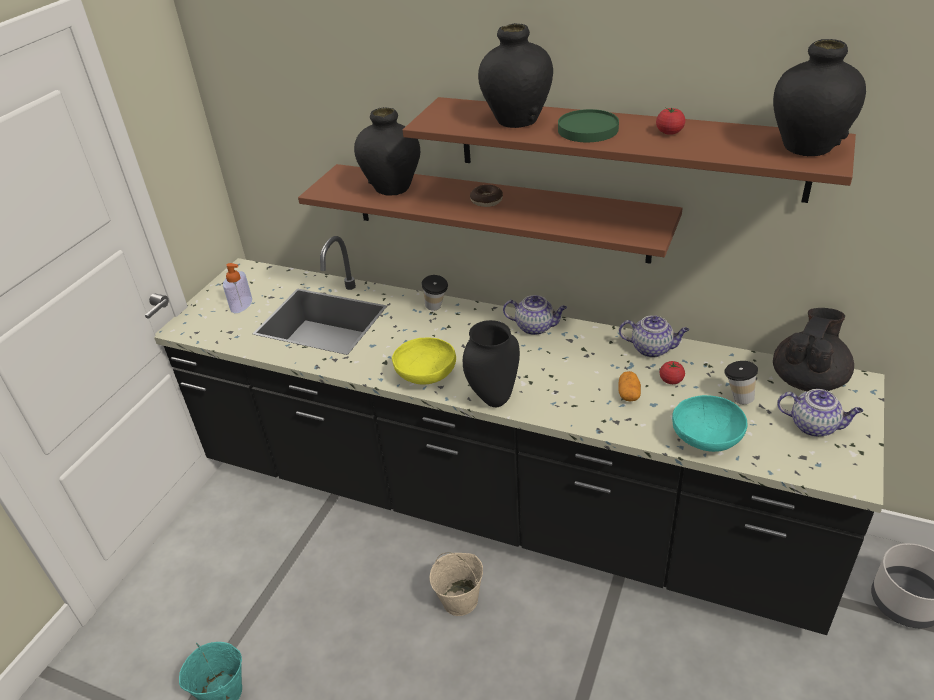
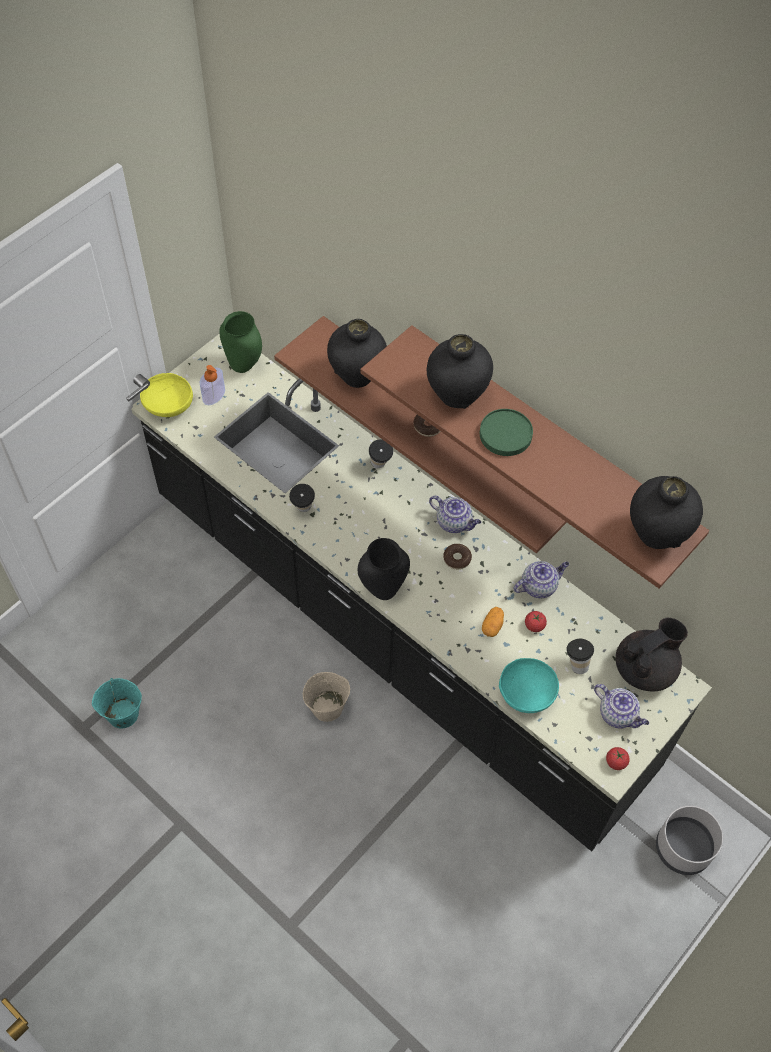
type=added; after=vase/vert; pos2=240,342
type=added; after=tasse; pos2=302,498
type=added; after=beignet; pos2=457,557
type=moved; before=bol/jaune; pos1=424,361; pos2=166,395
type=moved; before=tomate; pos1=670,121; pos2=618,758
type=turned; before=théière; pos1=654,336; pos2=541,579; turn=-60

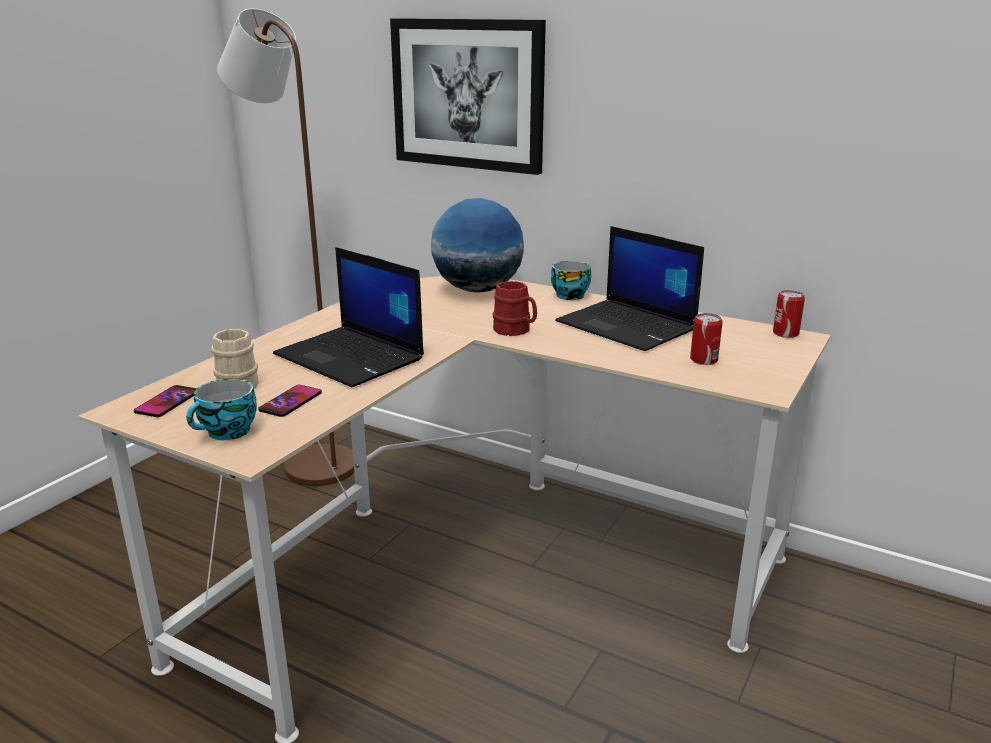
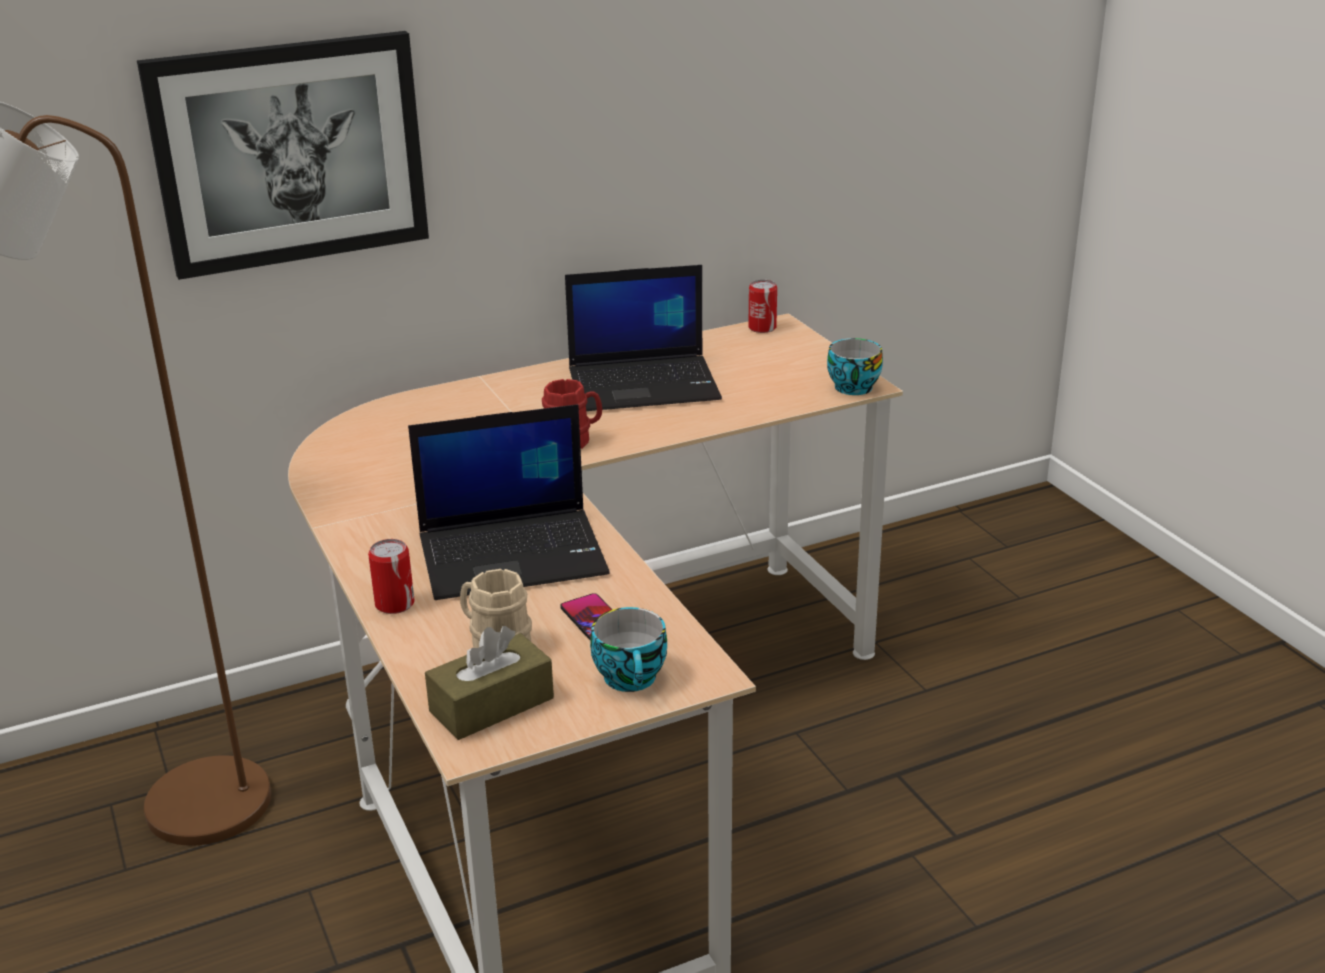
type=removed; before=globe; pos1=477,245
type=moved; before=tasse; pos1=571,280; pos2=855,366
type=moved; before=boîte métallique; pos1=706,339; pos2=391,576
type=replaced; before=téléphone; after=boîte à mouchoirs/marron; pos1=165,401; pos2=489,683

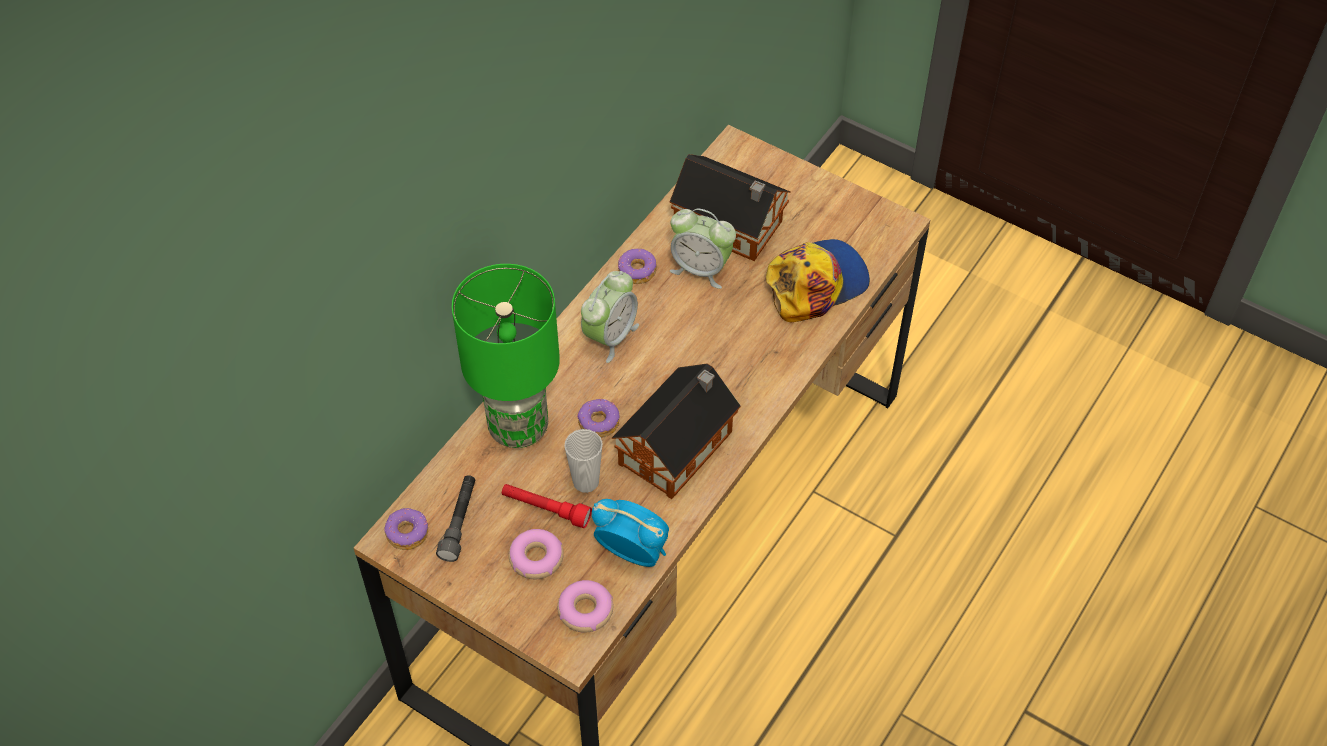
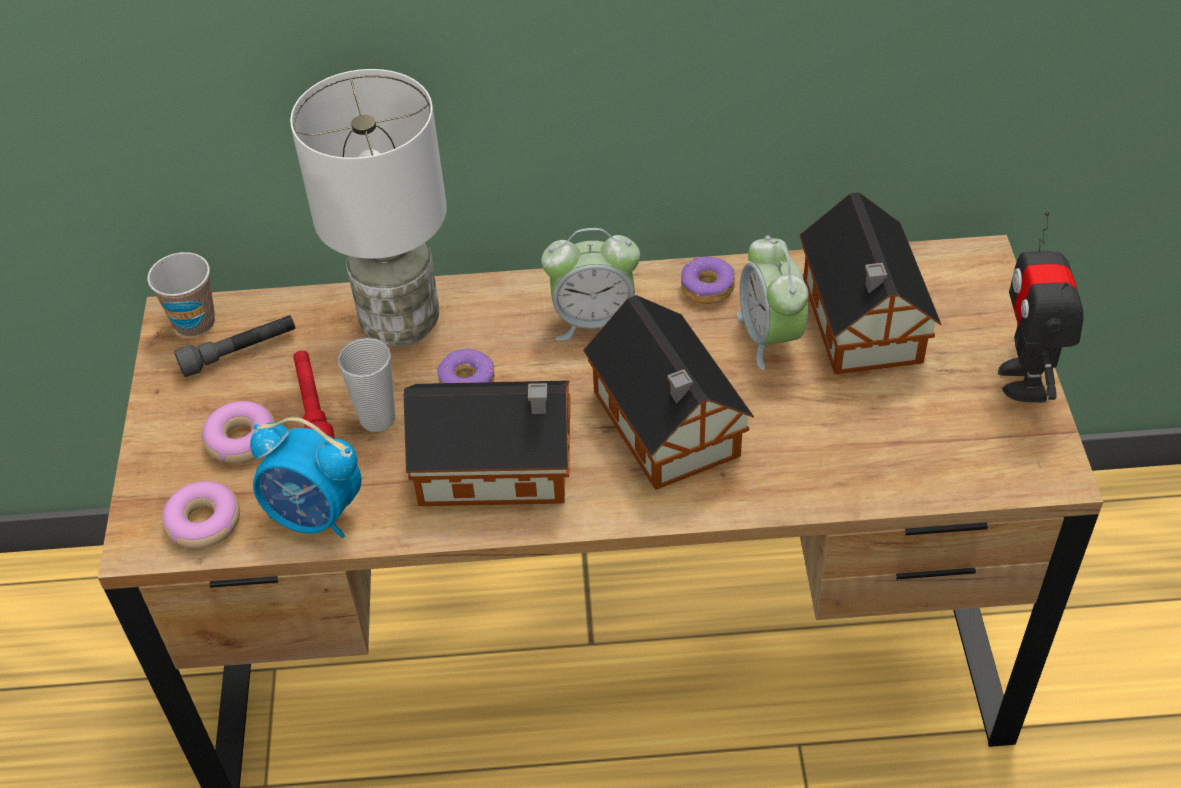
type=removed; before=casquette; pos1=818,280
type=added; after=maison miniature; pos2=668,392
type=added; after=robot jouet; pos2=1041,307
type=replaced; before=beignet; after=tasse; pos1=406,529; pos2=181,294
type=recoloured; before=lampe de table/vert; after=lampe de table/blanc; pos1=506,356; pos2=368,208
type=turned; before=réveil; pos1=630,533; pos2=305,477; turn=120

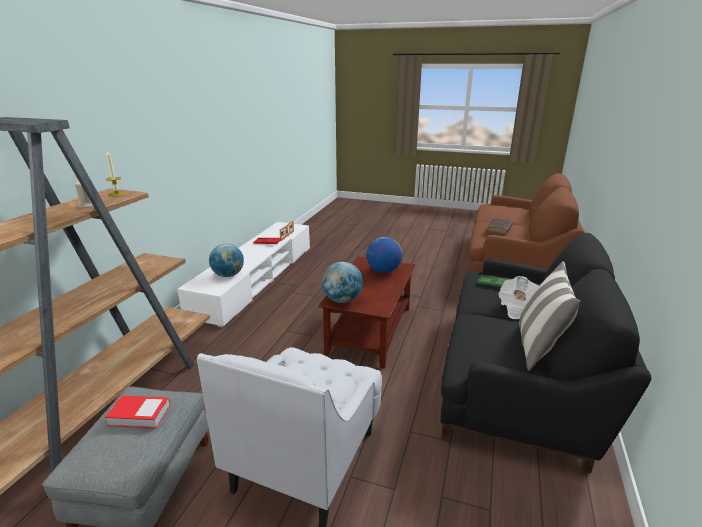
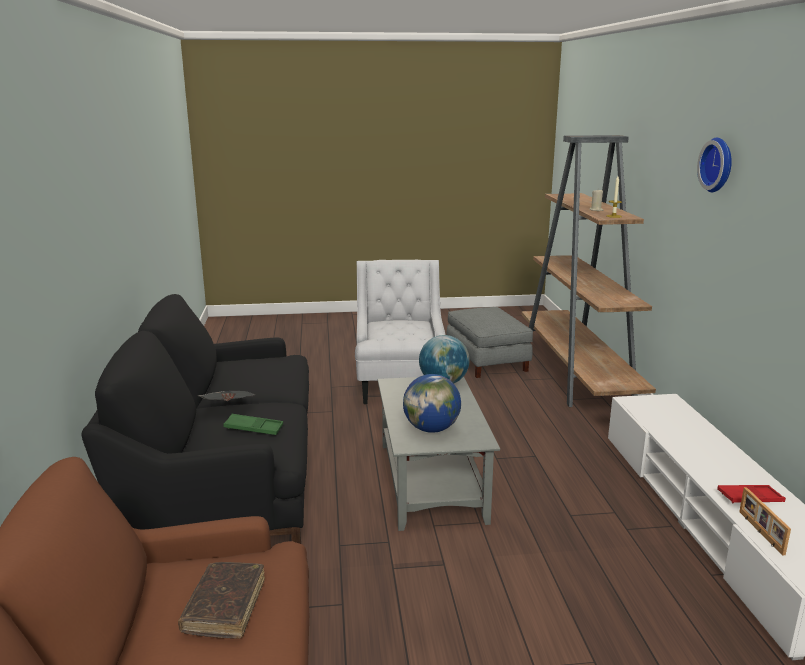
type=removed; before=livre; pos1=137,412
type=removed; before=globe; pos1=226,260
type=removed; before=coussin; pos1=549,316
type=added; after=horloge murale; pos2=714,165
type=recoloured; before=table basse/marron; after=table basse/gris; pos1=366,312; pos2=439,454

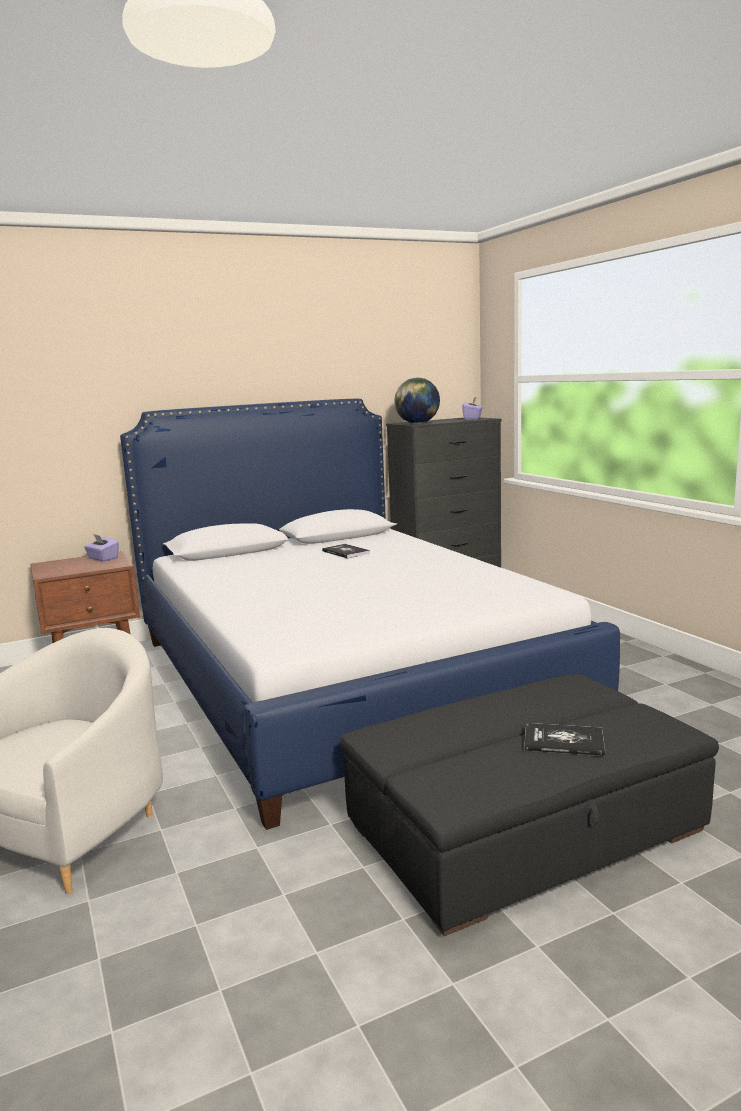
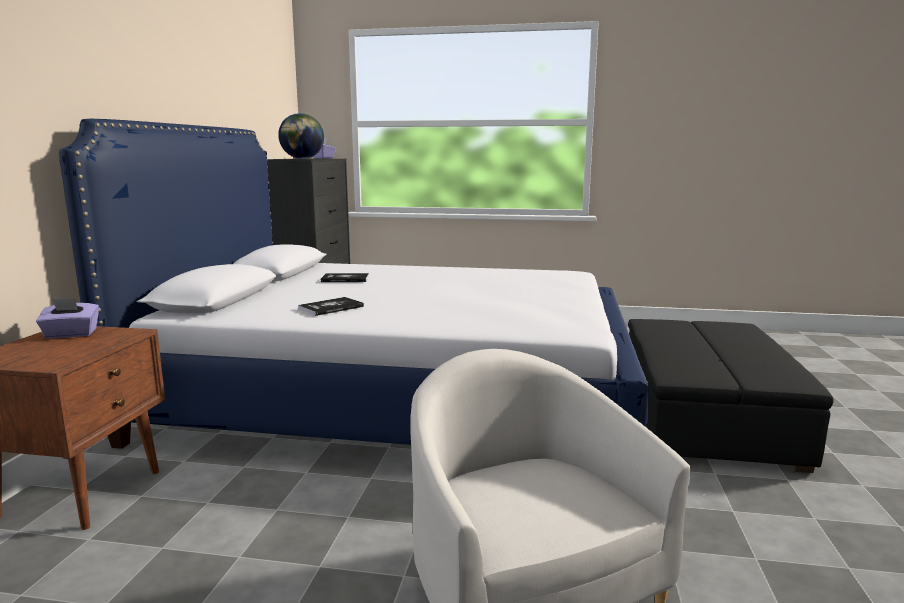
type=moved; before=livre; pos1=565,739; pos2=331,306

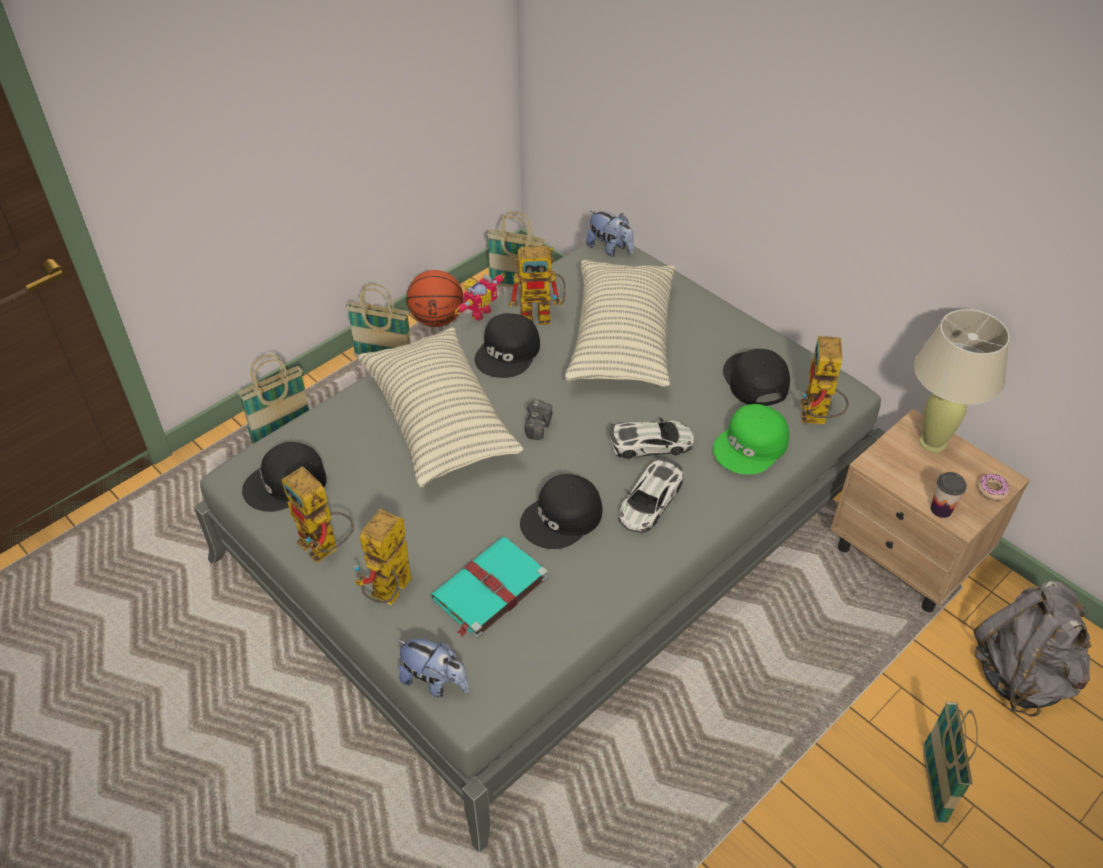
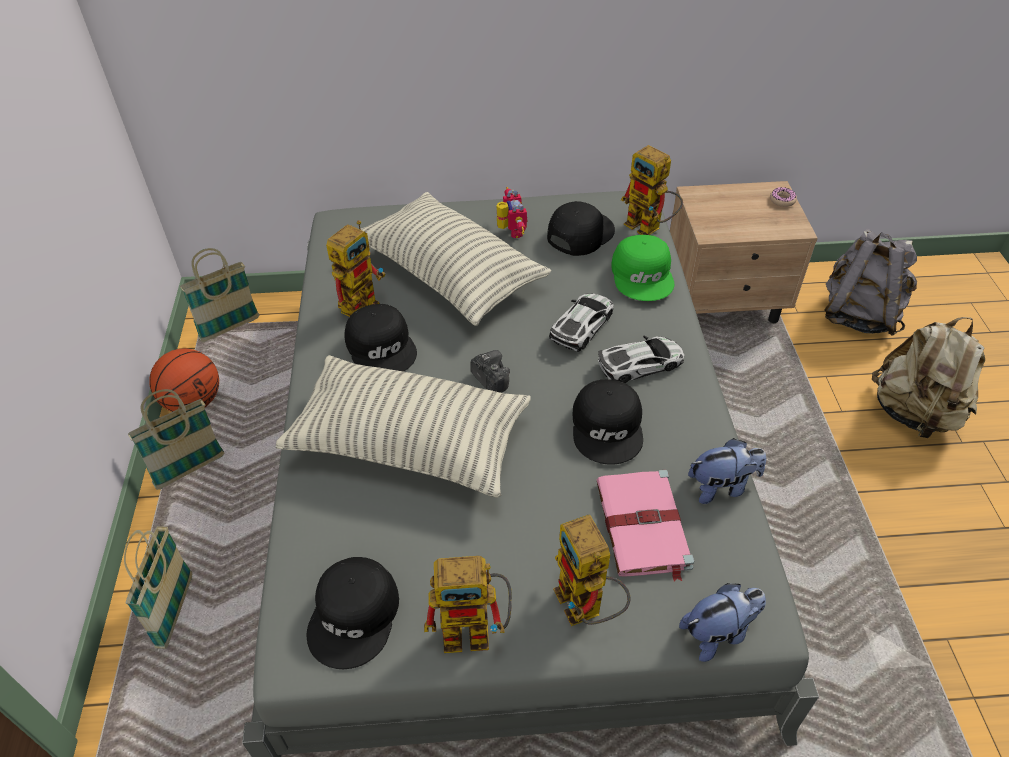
type=removed; before=lampe de table/beige; pos1=962,381
type=removed; before=tasse; pos1=949,495
type=moved; before=robot jouet; pos1=480,297; pos2=512,212
type=moved; before=peluche; pos1=610,233; pos2=727,471
type=replaced; before=panier; after=sac à dos/beige; pos1=950,762; pos2=928,377
type=recoloured; before=livre/turquoise; after=livre/rose; pos1=489,587; pos2=645,526
type=turned; before=petite voiture; pos1=651,495; pos2=641,359; turn=-90
type=turned; before=casquette/noir; pos1=756,377; pos2=581,228; turn=105

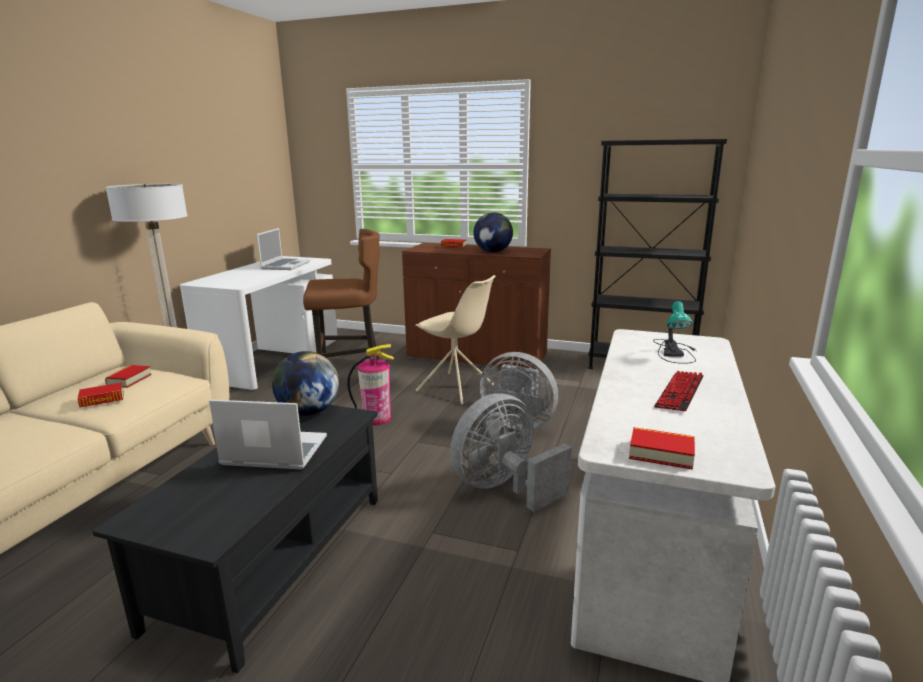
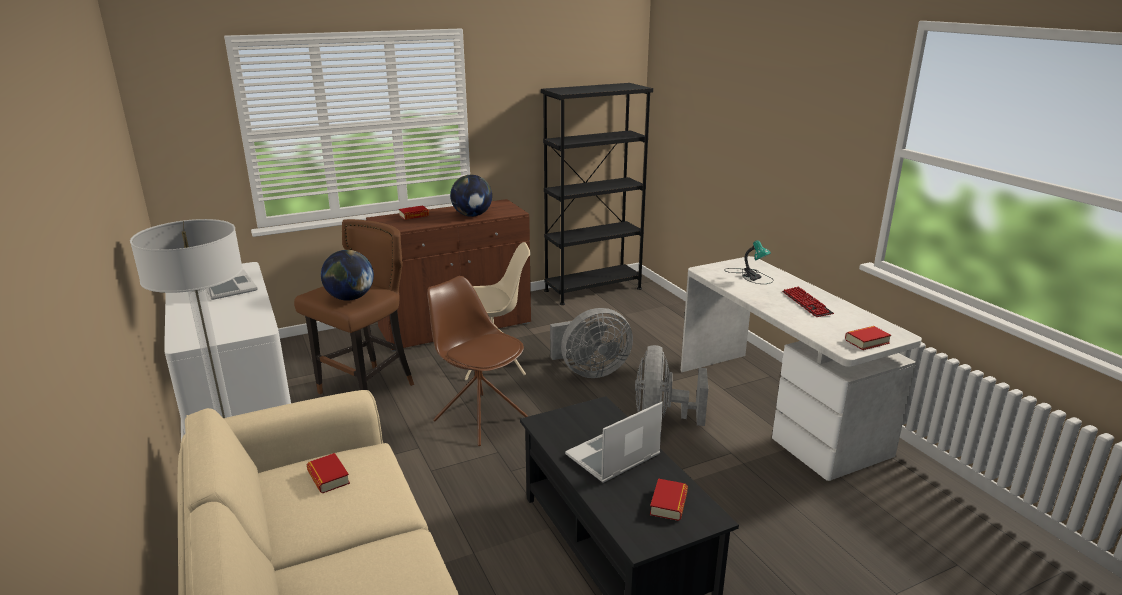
type=moved; before=livre; pos1=101,395; pos2=669,499
type=moved; before=globe; pos1=305,383; pos2=347,275
type=replaced; before=extincteur; after=chaise/marron; pos1=370,384; pos2=477,361

